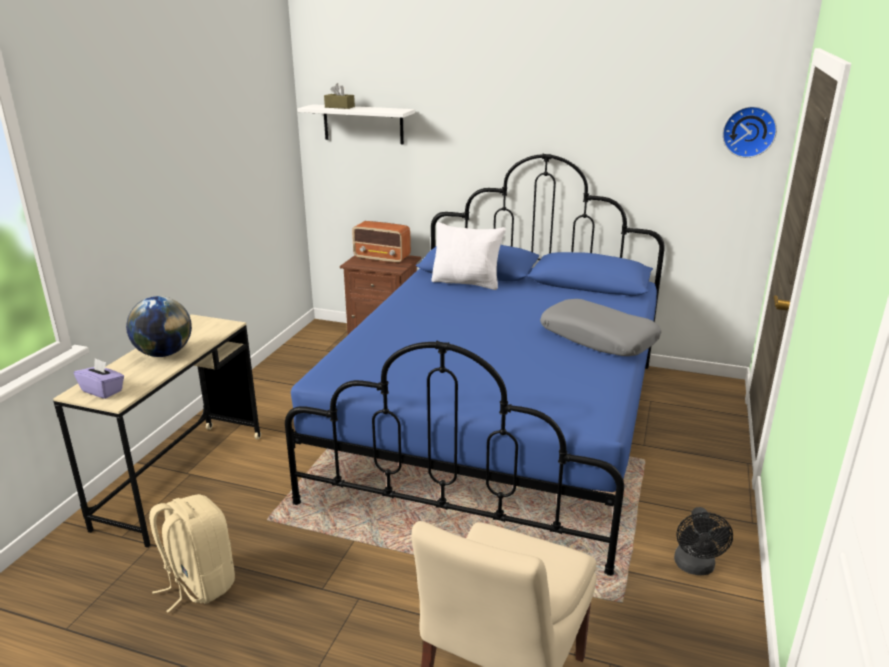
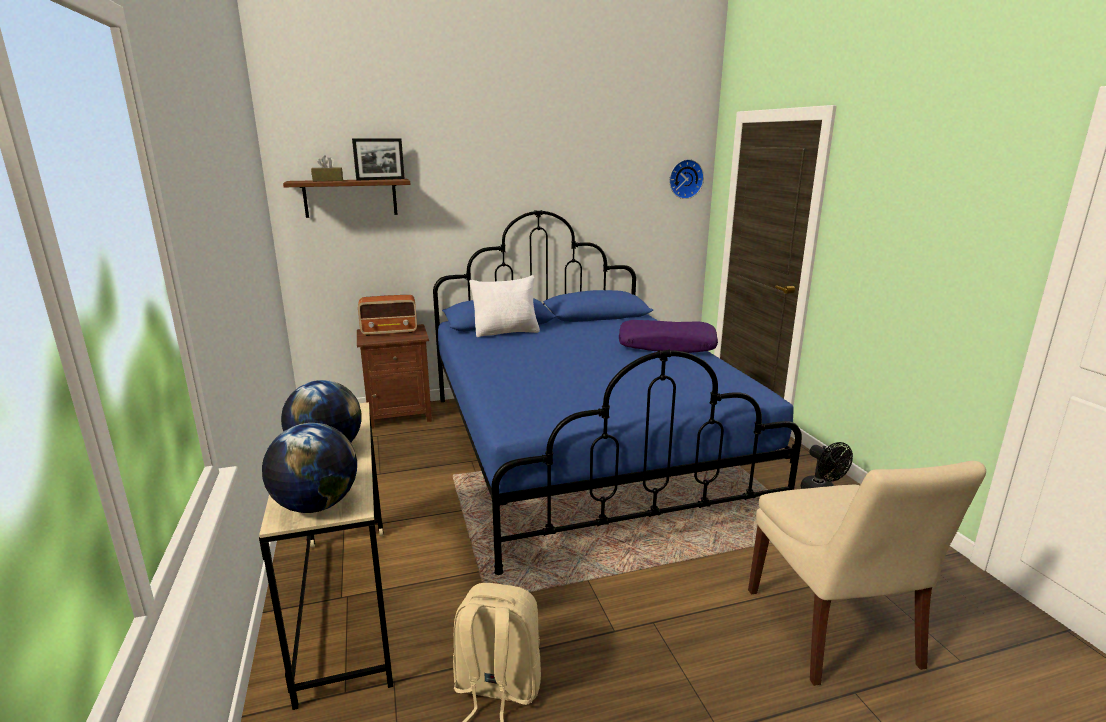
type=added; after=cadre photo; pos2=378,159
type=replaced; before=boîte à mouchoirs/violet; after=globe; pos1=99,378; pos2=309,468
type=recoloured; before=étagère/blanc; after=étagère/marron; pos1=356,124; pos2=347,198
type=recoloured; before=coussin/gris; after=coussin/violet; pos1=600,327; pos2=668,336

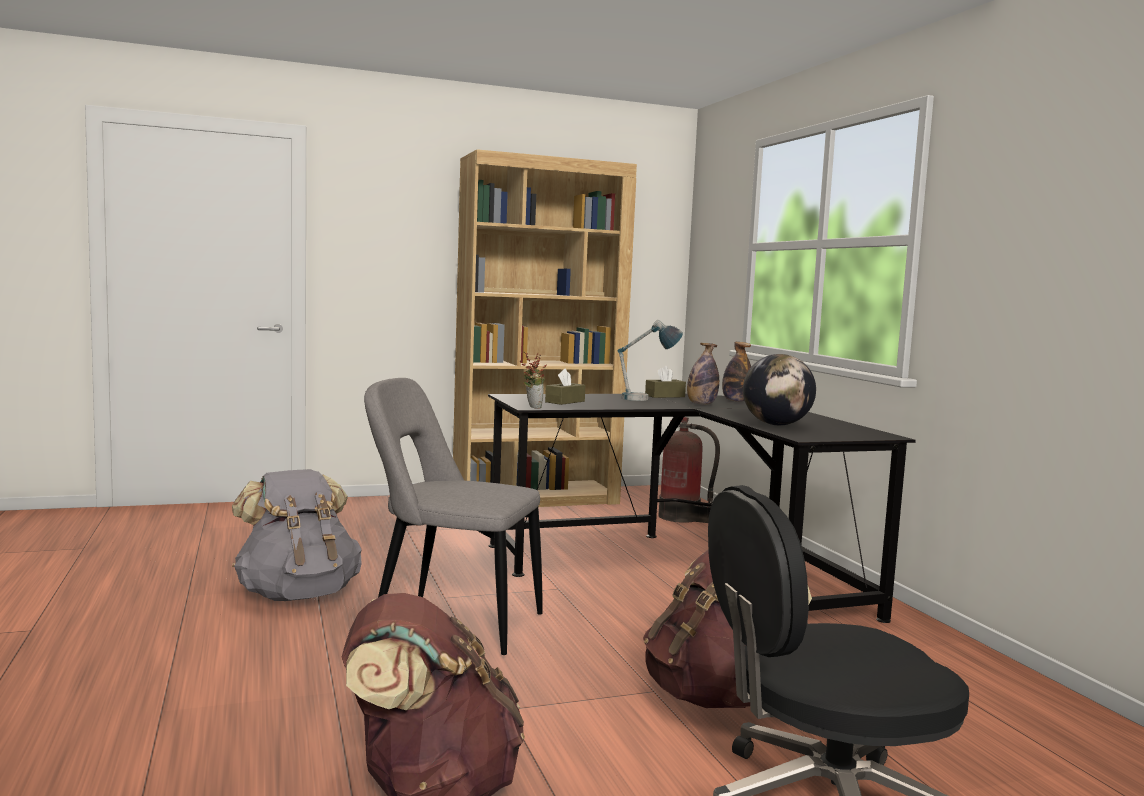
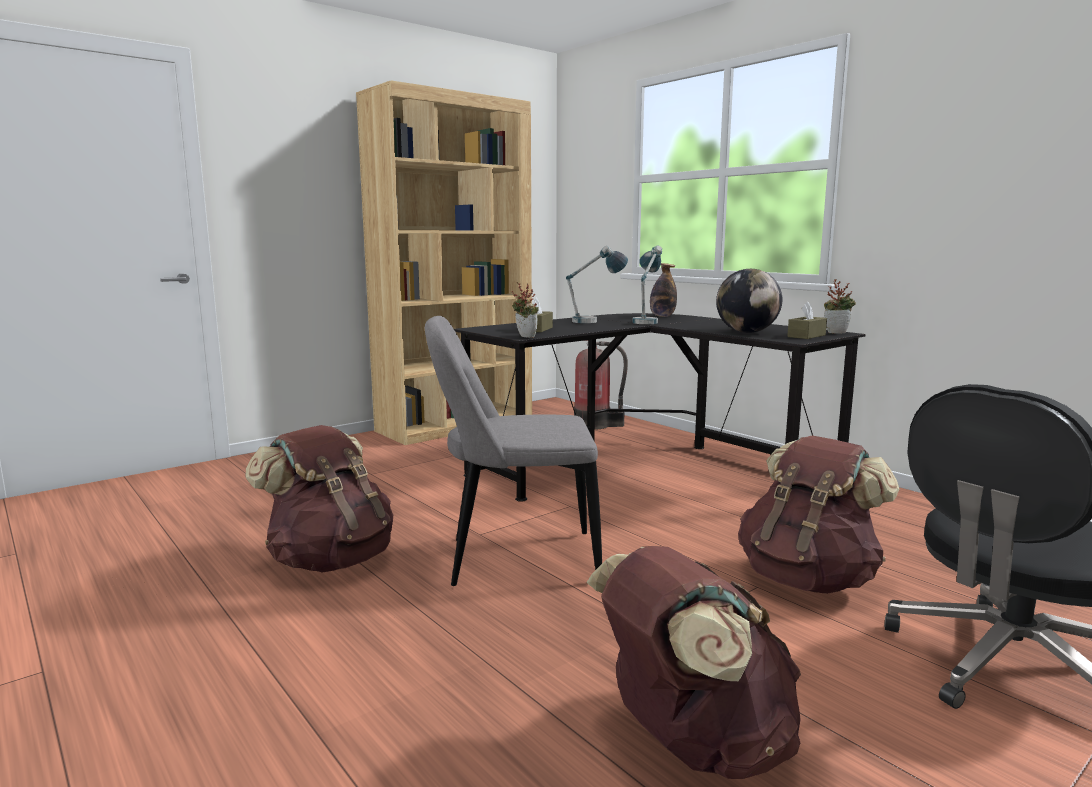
type=added; after=plante en pot; pos2=840,306
type=moved; before=boîte à mouchoirs/marron; pos1=665,382; pos2=807,320
type=replaced; before=bouteille; after=lampe de table; pos1=703,374; pos2=647,284
type=recoloured; before=sac à dos/gris; after=sac à dos/marron; pos1=297,535; pos2=319,499

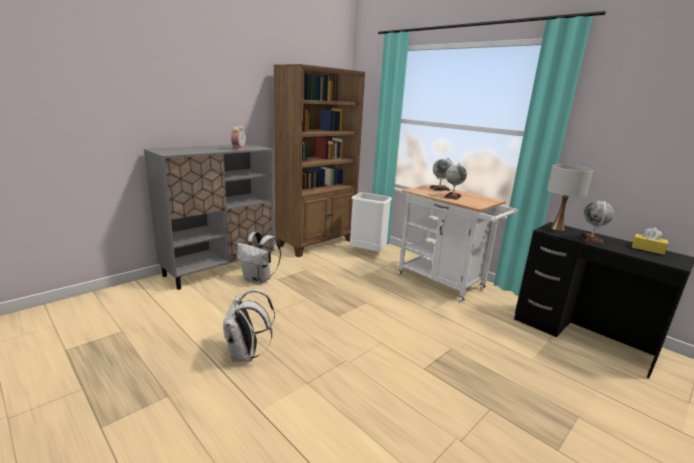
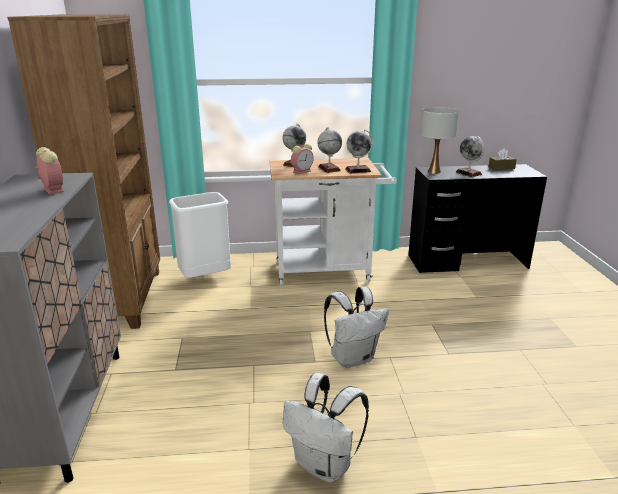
type=added; after=réveil; pos2=302,159
type=added; after=globe; pos2=359,151
type=moved; before=sac à dos/blanc; pos1=259,258; pos2=356,327
type=recoloured; before=boîte à mouchoirs/jaune; after=boîte à mouchoirs/marron; pos1=650,241; pos2=502,159

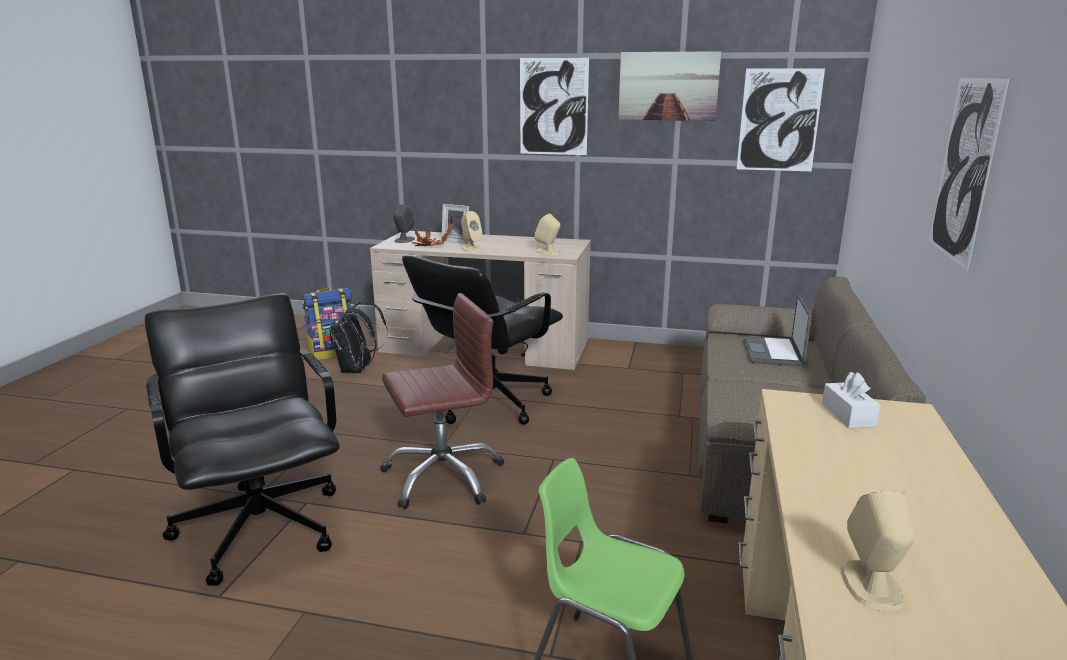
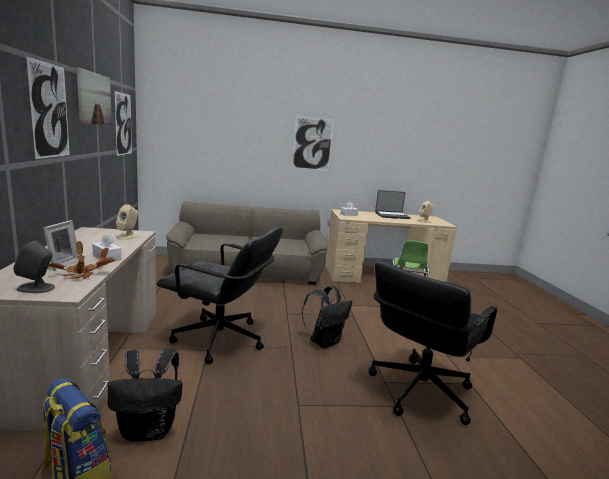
type=moved; before=ordinateur portable; pos1=778,330; pos2=393,204
type=replaced; before=chaise de bureau/marron; after=sac à dos/noir; pos1=442,401; pos2=327,317
type=replaced; before=enceinte/beige; after=boîte à mouchoirs/blanc; pos1=471,231; pos2=106,247

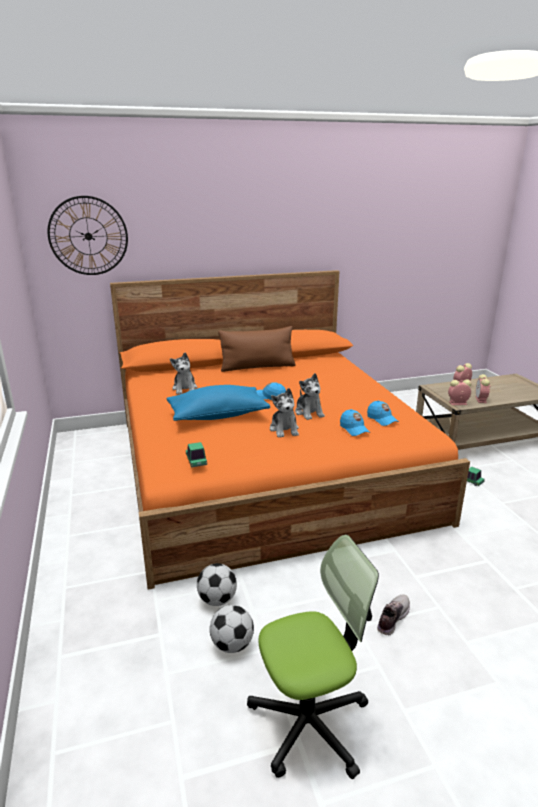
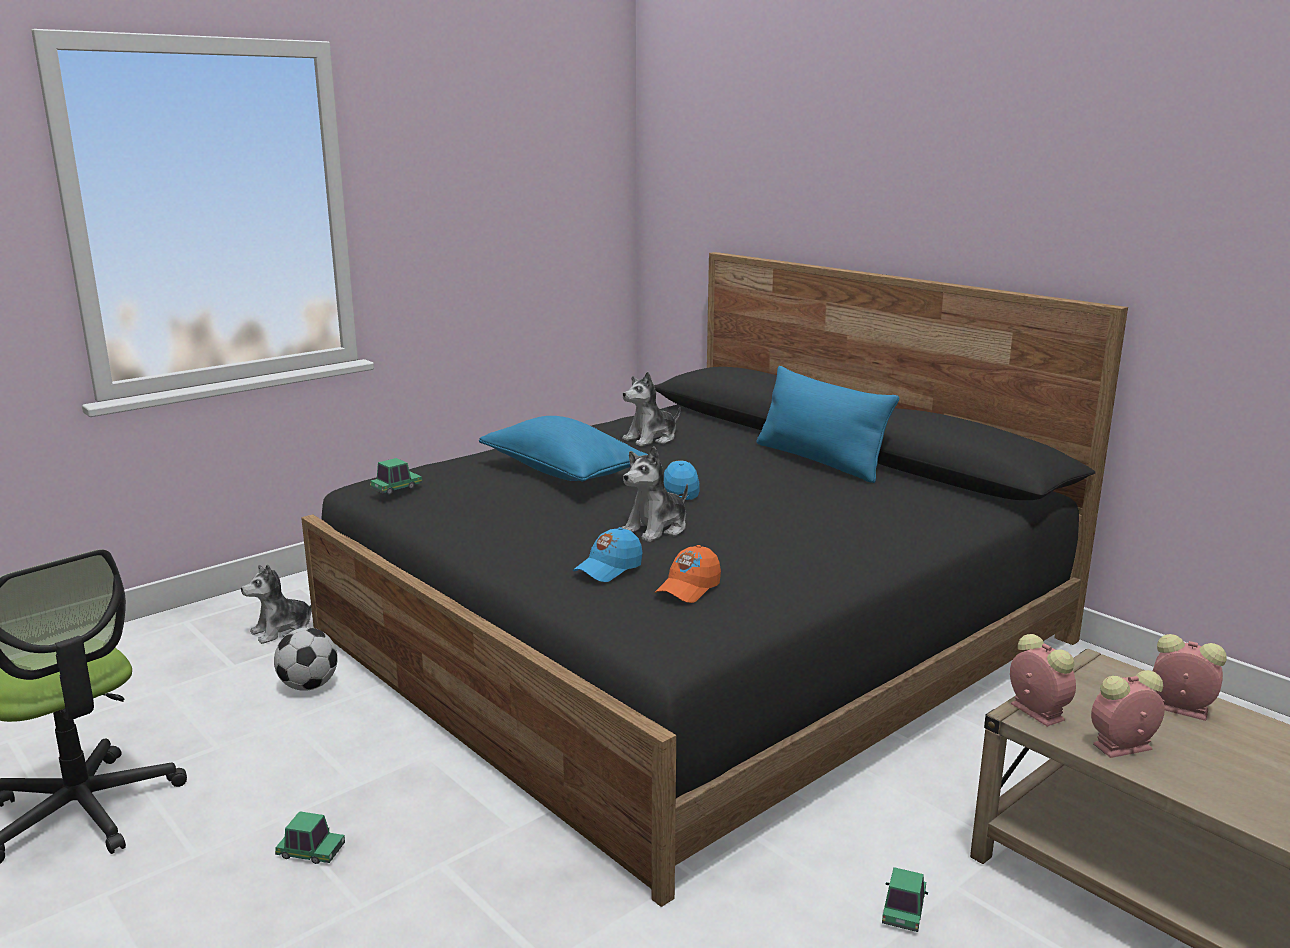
type=removed; before=horloge murale; pos1=88,235
type=removed; before=ballon de foot; pos1=232,629
type=moved; before=peluche; pos1=284,413; pos2=276,604
type=replaced; before=chaussure; after=petite voiture; pos1=393,614; pos2=310,837
type=recoloured; before=lit/orange; after=lit/noir; pos1=290,430; pos2=714,579
type=recoloured; before=coussin/marron; after=coussin/bleu; pos1=257,349; pos2=827,424
type=recoloured; before=casquette/bleu; after=casquette/orange; pos1=383,413; pos2=687,574

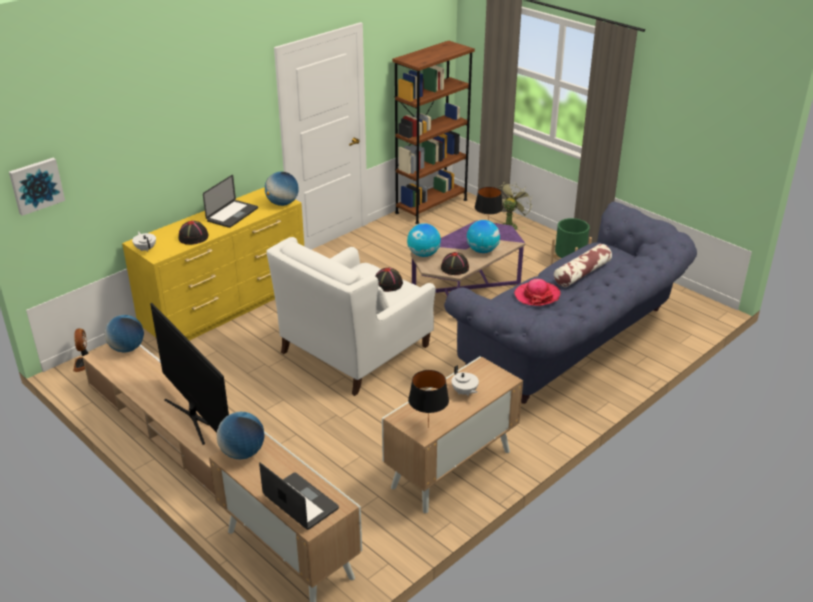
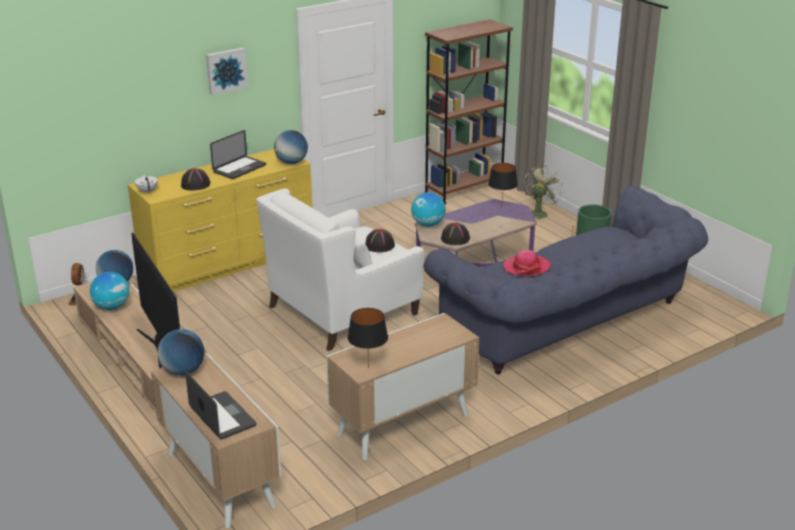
type=removed; before=théière/blanc; pos1=465,380
type=removed; before=coussin; pos1=583,265
type=moved; before=tableau; pos1=37,187; pos2=227,71
type=moved; before=globe; pos1=483,236; pos2=110,291

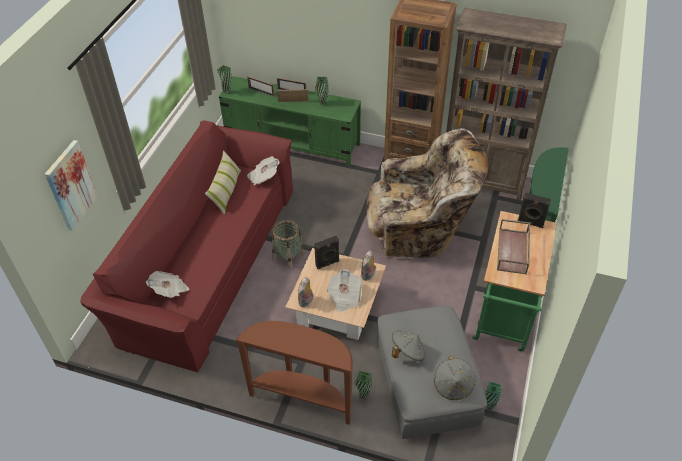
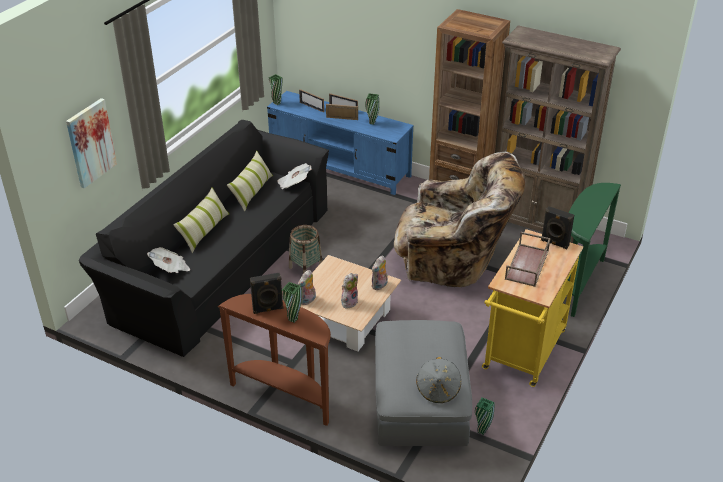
type=removed; before=chapeau/gris; pos1=409,345
type=added; after=coussin; pos2=201,220
type=moved; before=enceinte/noir; pos1=326,252; pos2=266,293
type=moved; before=vase/vert; pos1=363,384; pos2=292,302
type=replaced; before=journal; after=peluche; pos1=345,290; pos2=349,291
type=recoloured; before=canapé/rouge; after=canapé/noir; pos1=186,246; pos2=204,238
type=recoloured; before=meuble télé/vert; after=meuble télé/bleu; pos1=290,121; pos2=340,143
type=recoloured; before=chariot/vert; after=chariot/jaune; pos1=514,281; pos2=532,308

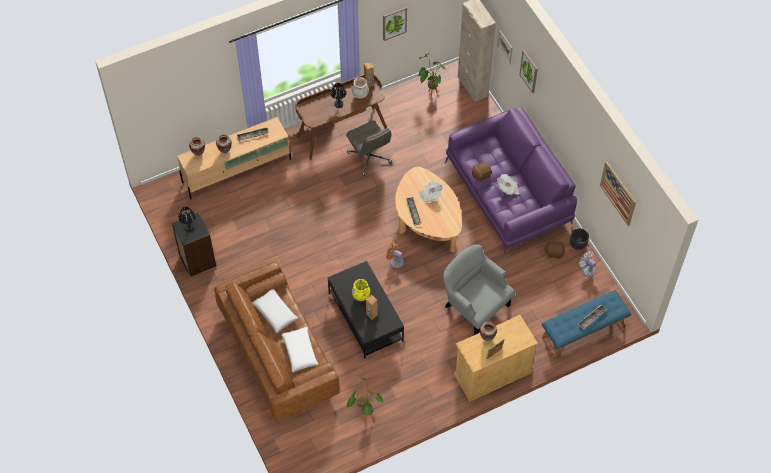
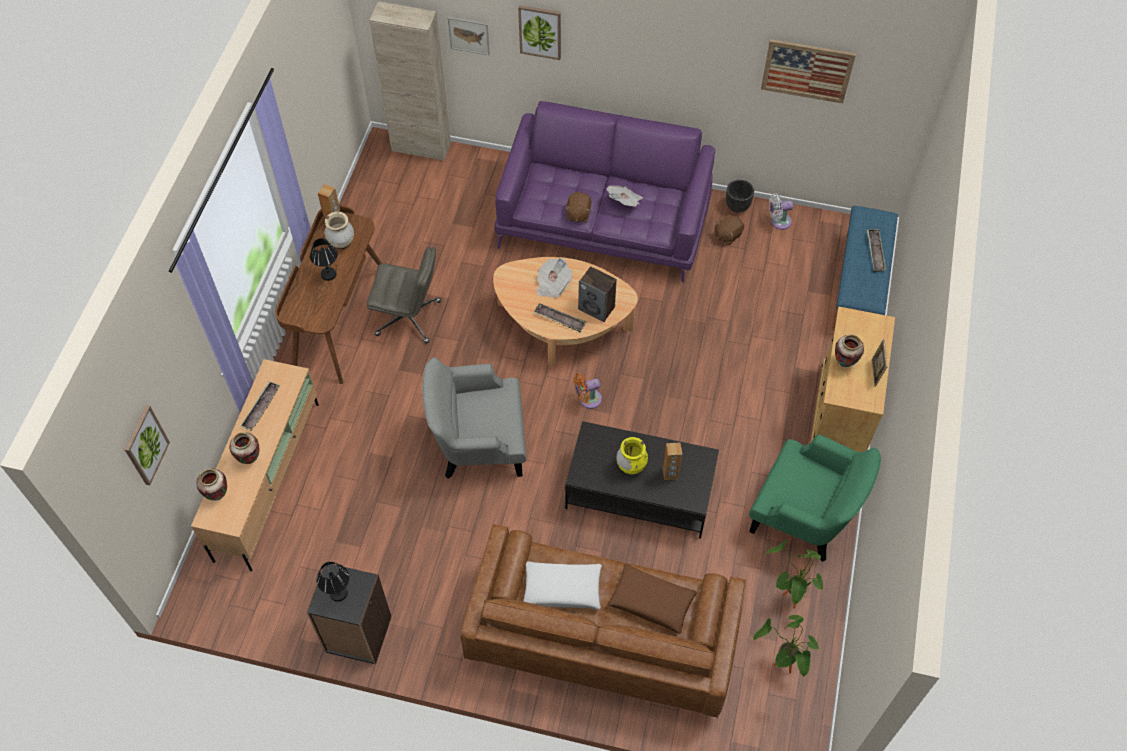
type=added; after=enceinte; pos2=597,294
type=added; after=fauteuil/vert; pos2=815,498
type=moved; before=tableau; pos1=395,24; pos2=147,445
type=moved; before=plante en pot; pos1=432,76; pos2=786,646
type=moved; before=fauteuil/gris; pos1=479,290; pos2=474,418
type=recoloured; before=coussin/blanc; after=coussin/marron; pos1=299,349; pos2=652,599

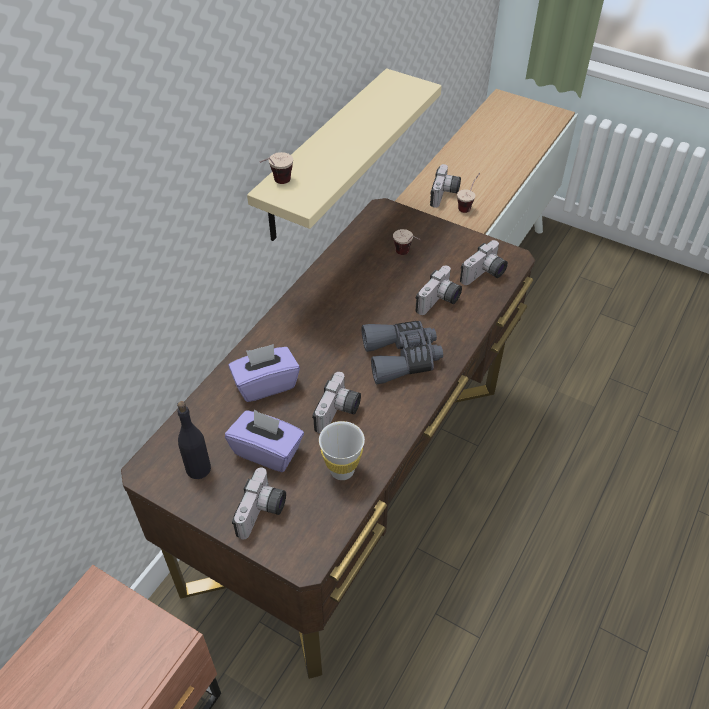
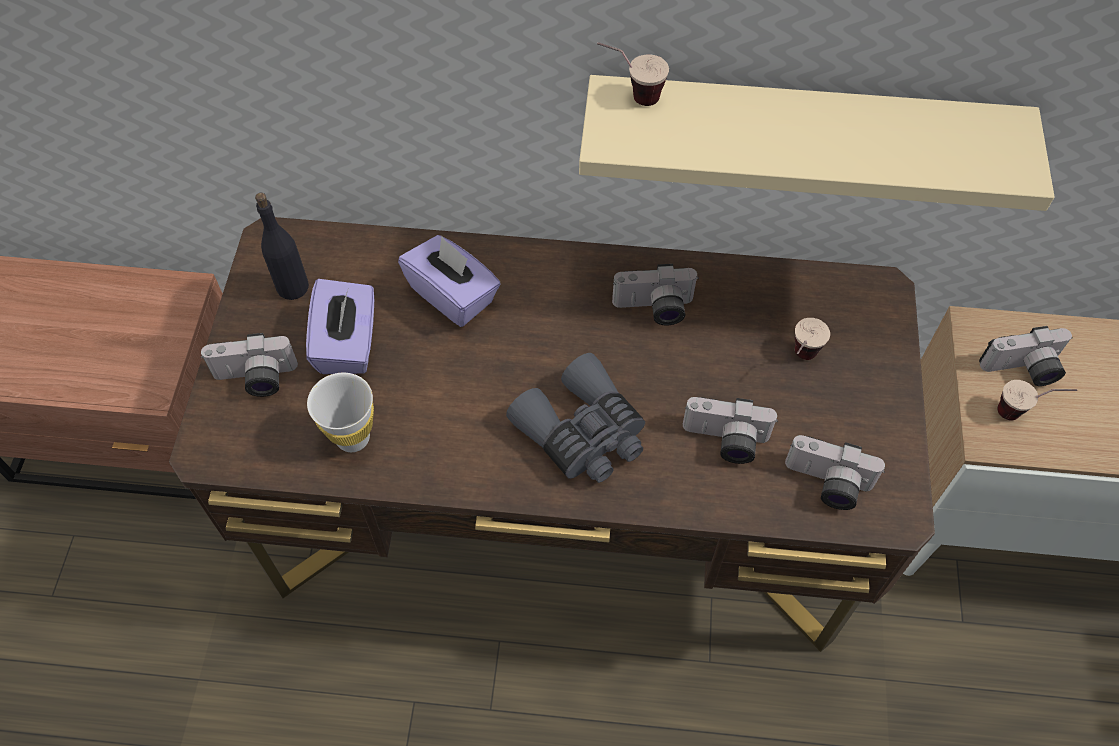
type=moved; before=appareil photo; pos1=336,403; pos2=655,294

